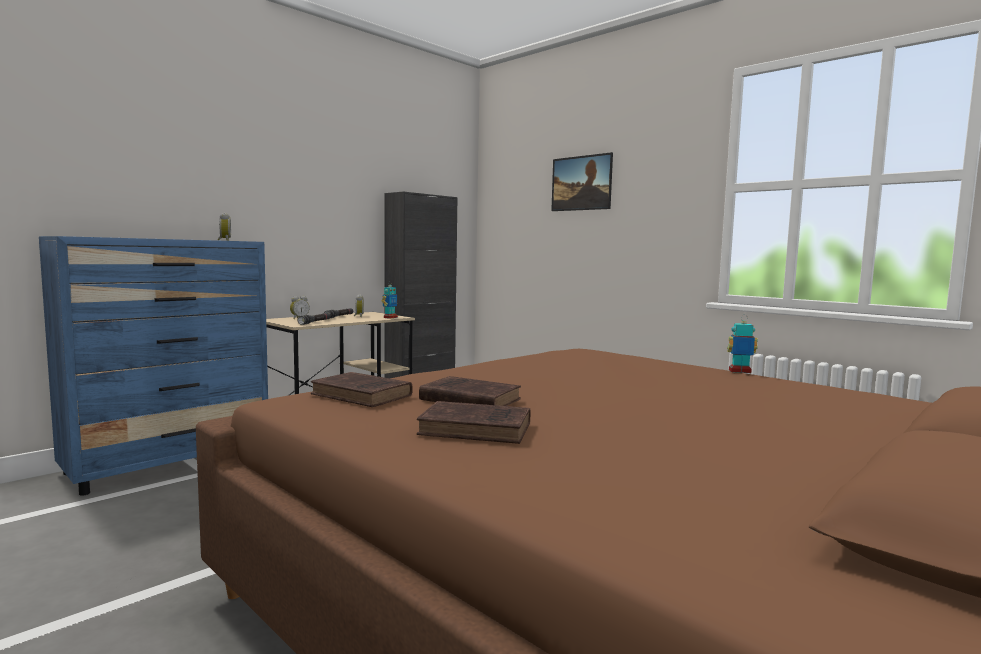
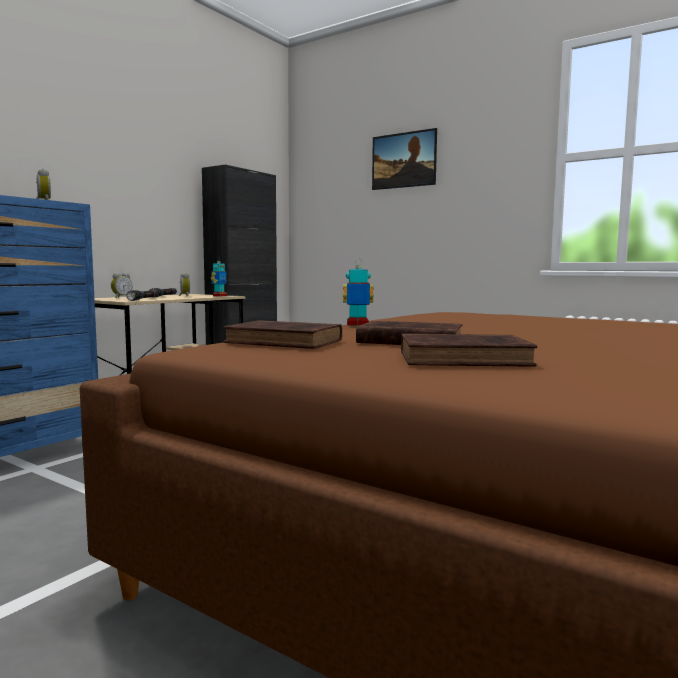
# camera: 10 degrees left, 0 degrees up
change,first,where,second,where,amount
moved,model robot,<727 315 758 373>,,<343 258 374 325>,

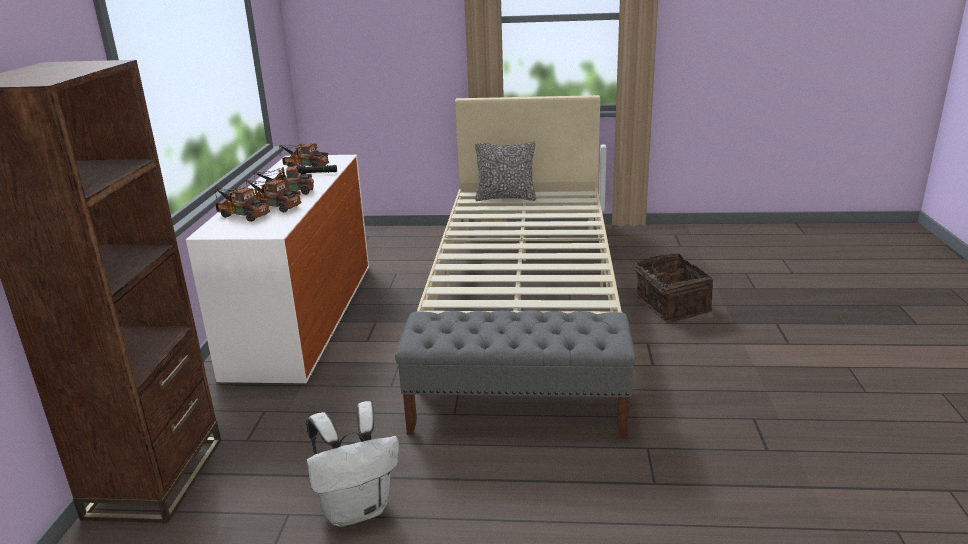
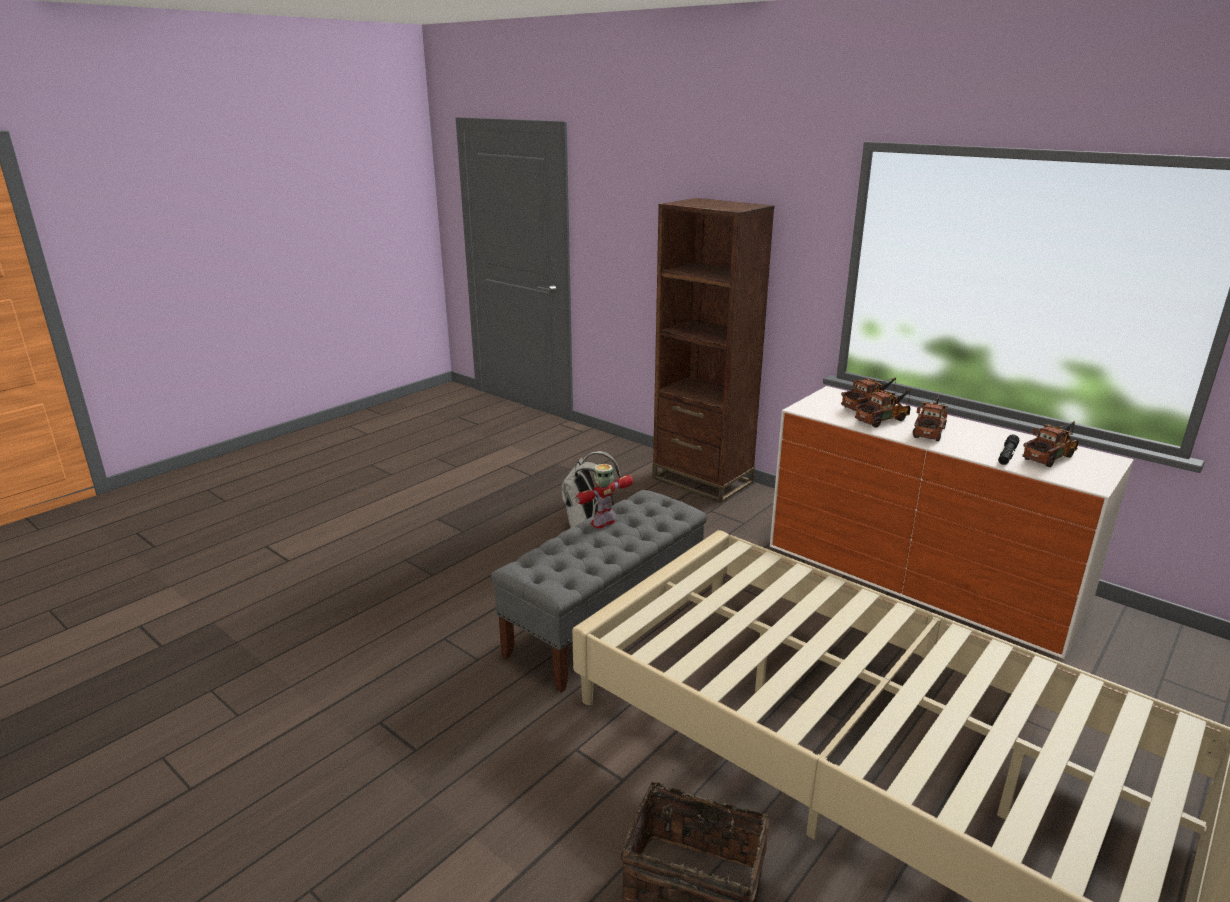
# camera: 125 degrees right, 0 degrees up
change,first,where,second,where,amount
removed,throw pillow,<475 142 536 201>,,,
added,,,model robot,<575 464 633 528>,

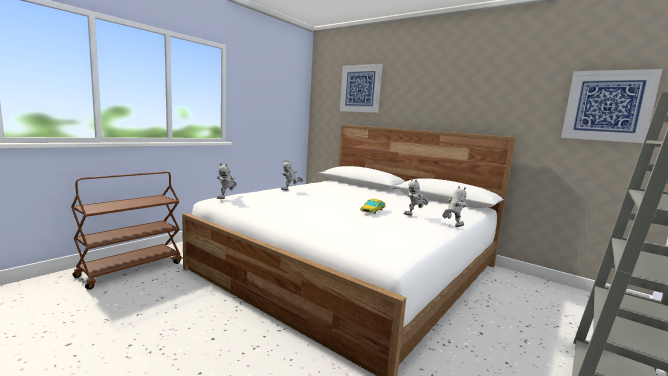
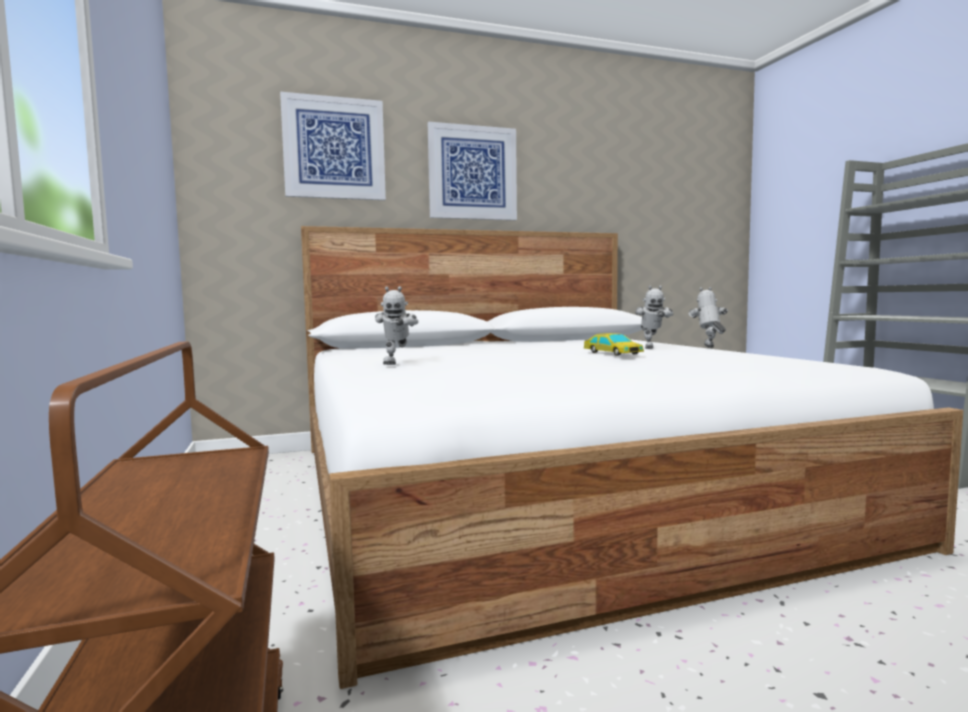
# camera: 55 degrees left, 5 degrees down
change,first,where,second,where,amount
moved,picture,<561 69 663 143>,,<428 122 517 220>,
removed,model robot,<217 163 237 199>,,,

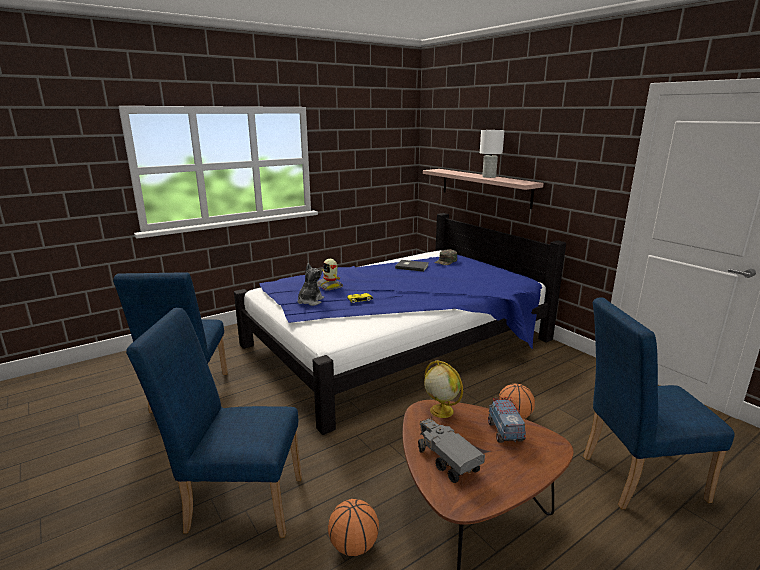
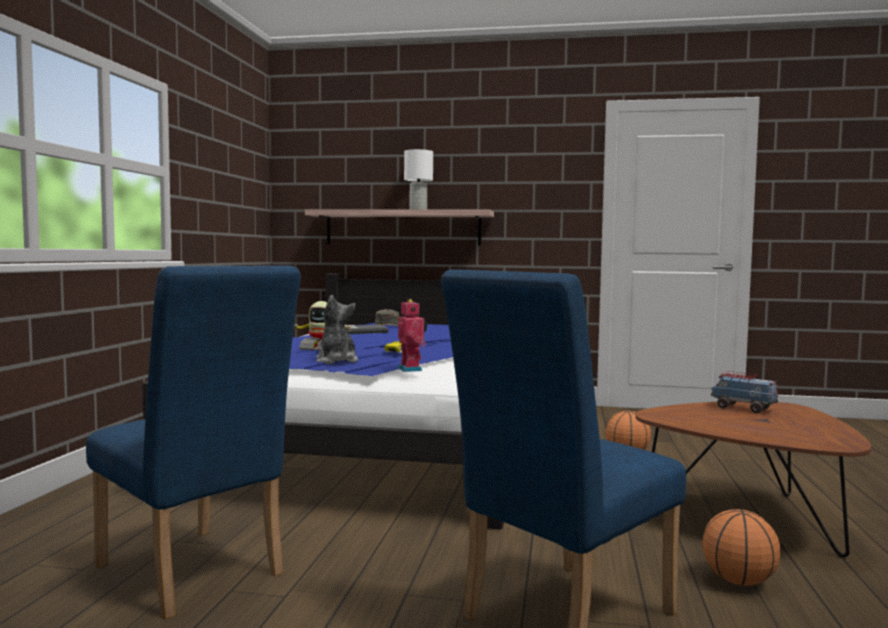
# camera: 45 degrees left, 15 degrees down
change,first,where,second,where,amount
removed,blue chair,<583 297 735 509>,,,
removed,world globe,<424 360 463 418>,,,
removed,toy lorry,<418 417 485 483>,,,
added,,,model robot,<398 299 427 372>,

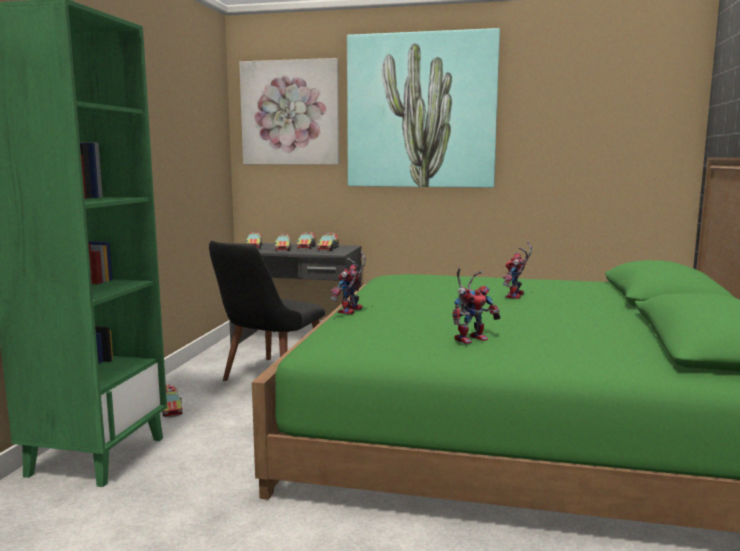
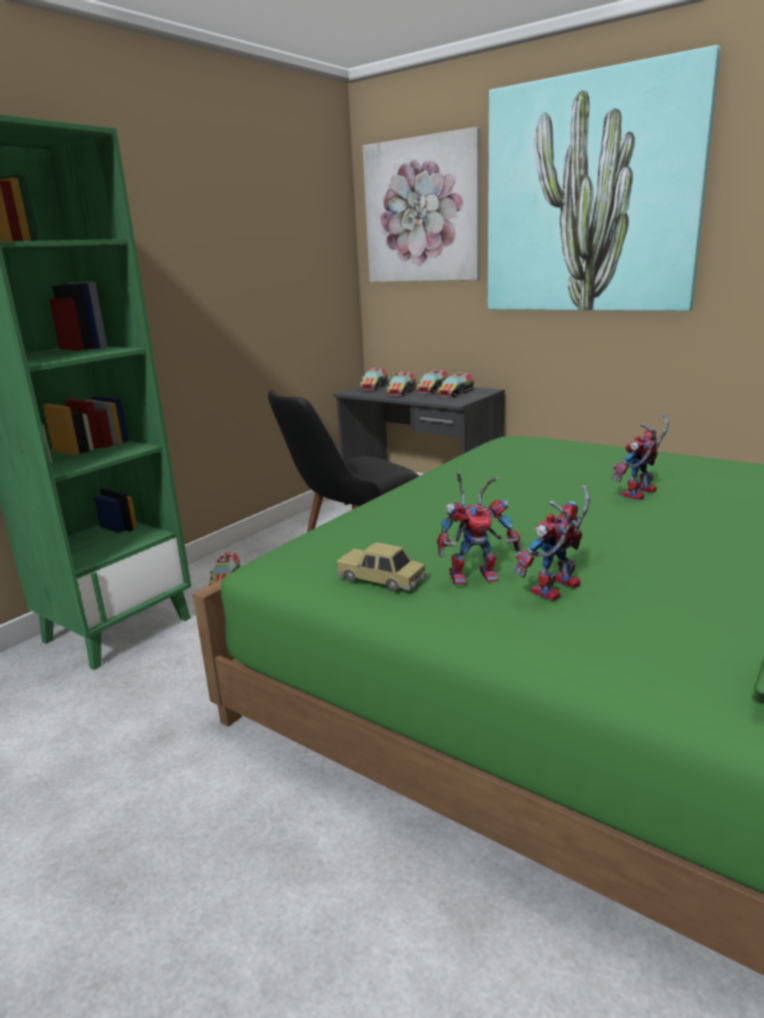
# camera: 25 degrees right, 10 degrees up
change,first,where,second,where,amount
moved,model robot,<330 252 366 314>,,<513 485 590 601>,
added,,,toy car,<336 542 426 591>,

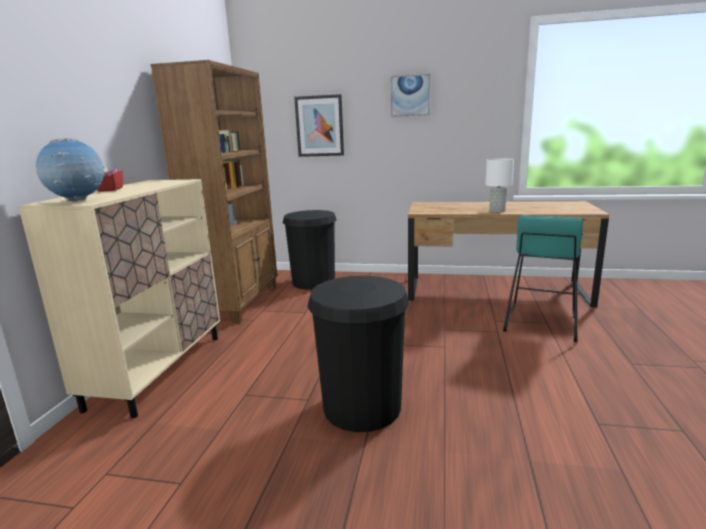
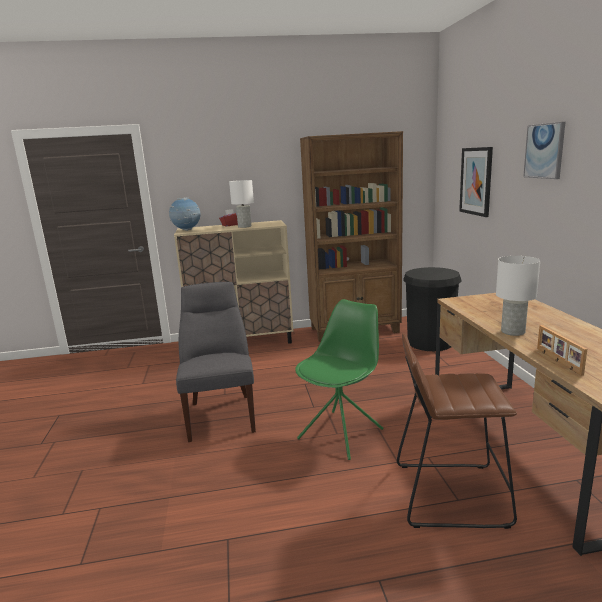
# camera: 70 degrees right, 0 degrees up
change,first,where,second,where,amount
recoloured,blue-green stool,<503 215 583 342>,brown-coloured stool,<397 333 517 529>,
replaced,black-coloured waste bin,<307 276 410 432>,grey chair,<176 282 256 442>,
added,,,white-coloured tabletop lamp,<229 180 254 228>,
added,,,green chair,<295 299 383 460>,
added,,,standing frame,<537 325 587 376>,

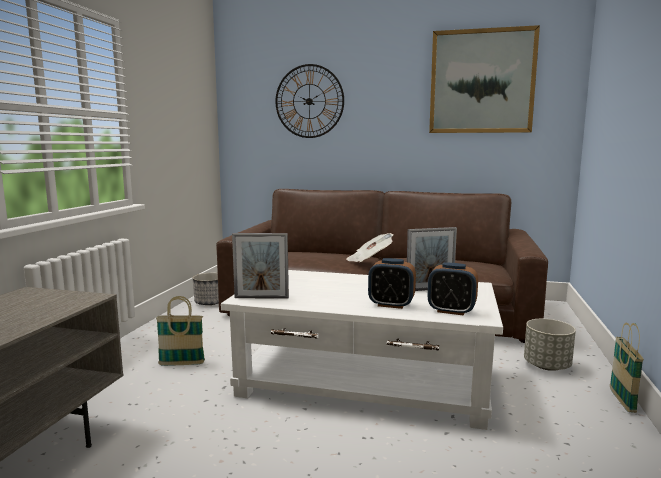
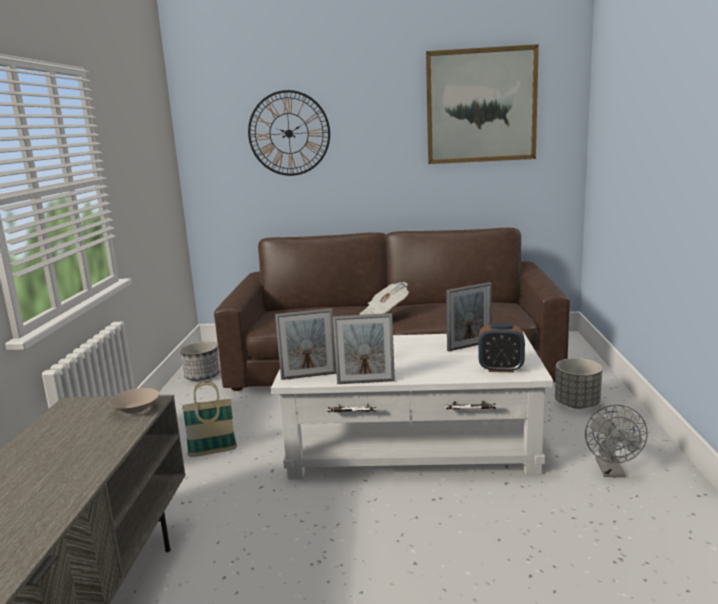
# camera: 10 degrees left, 5 degrees up
change,first,where,second,where,amount
removed,bedside clock,<368 258 416 309>,,,
removed,storage basket,<610 323 644 413>,,,
added,,,standing frame,<333 313 395 384>,
added,,,beige bowl,<109 388 159 414>,
added,,,grey electric fan,<585 405 648 477>,

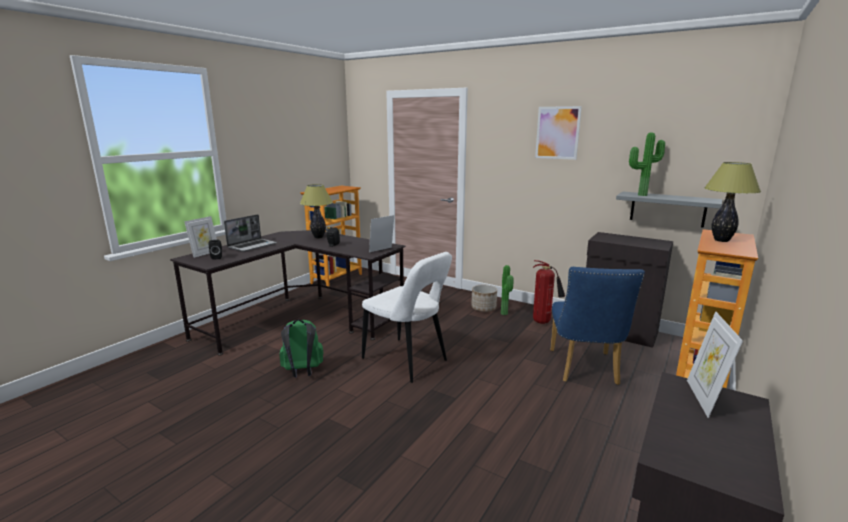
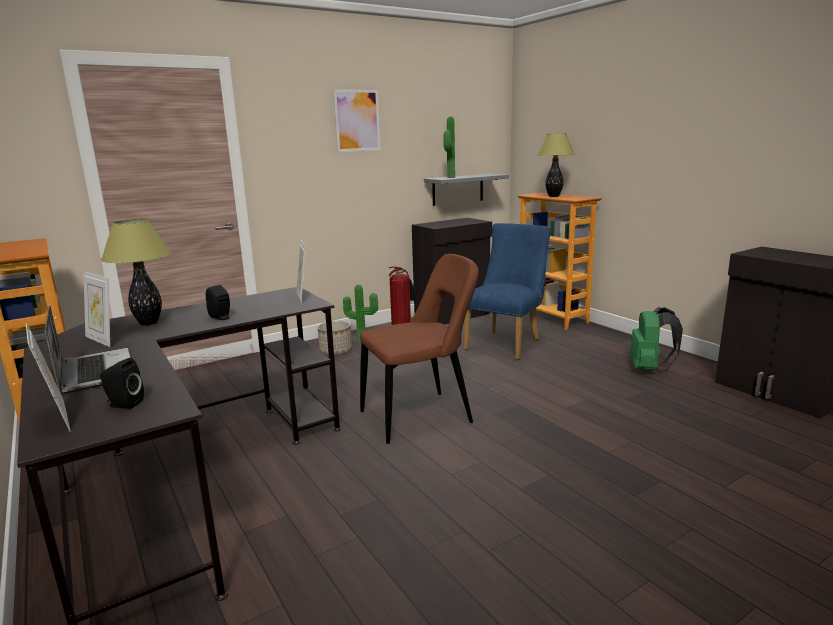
# camera: 65 degrees left, 0 degrees up
change,first,where,second,where,amount
recoloured,white-coloured chair,<362 252 452 383>,brown-coloured chair,<360 254 479 444>,
turned,blue chair,<550 267 645 385>,,<464 223 551 360>,90 degrees counterclockwise
moved,standing frame,<687 311 743 418>,,<84 271 110 347>,
moved,green knapsack,<279 320 324 377>,,<629 307 683 372>,

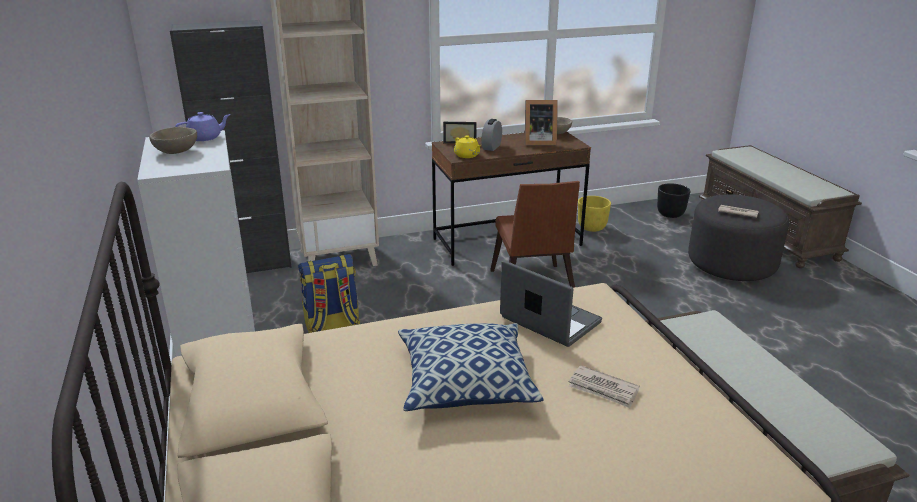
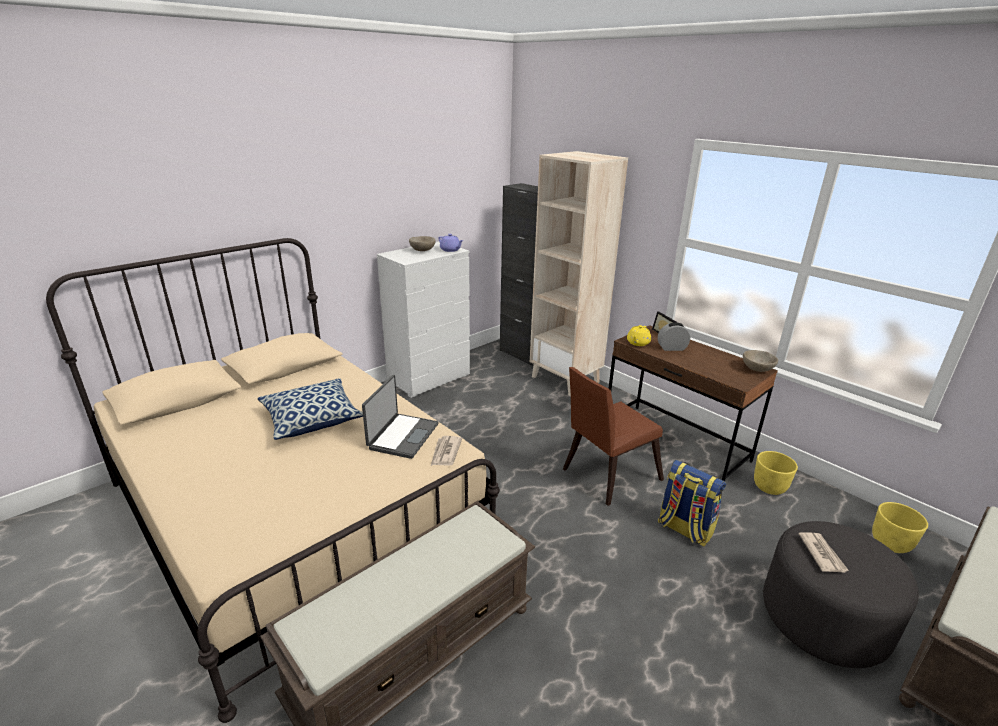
# camera: 65 degrees right, 0 degrees up
change,first,where,second,where,amount
removed,standing frame,<524 100 557 145>,,,
recoloured,black-coloured plant pot,<657 183 691 218>,yellowish plant pot,<872 502 928 553>,
moved,knapsack,<298 254 360 333>,,<658 460 726 547>,
moved,newspaper,<569 365 640 408>,,<431 436 462 466>,

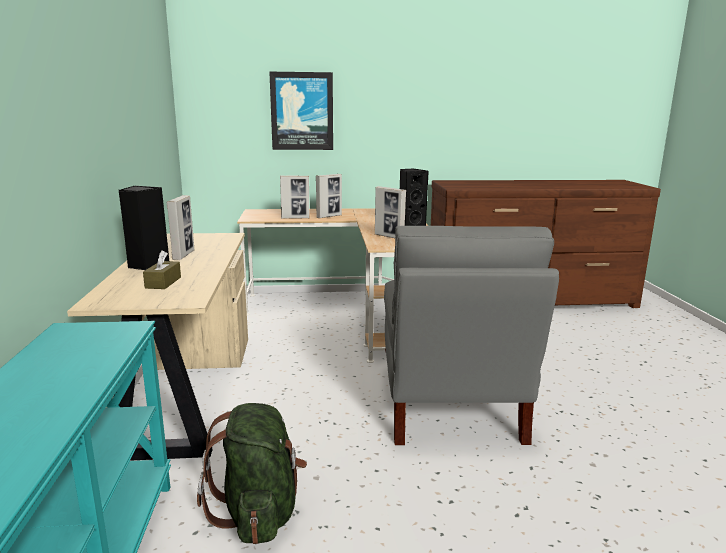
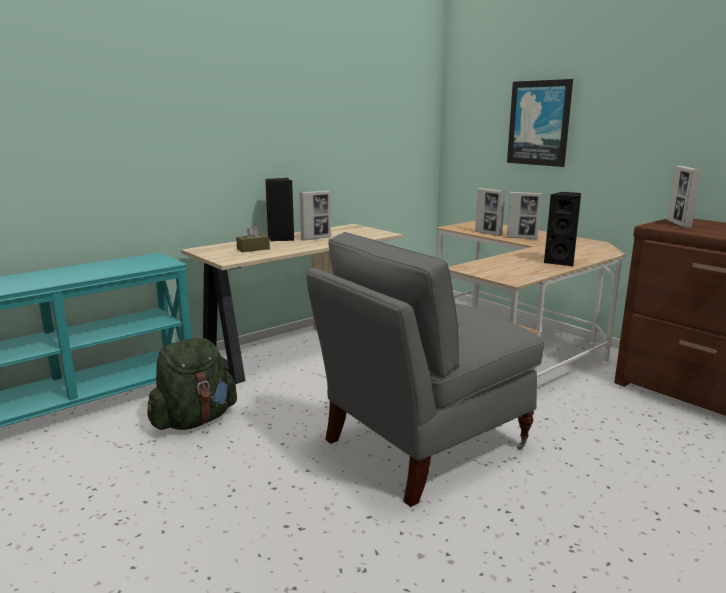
# camera: 55 degrees right, 0 degrees up
change,first,where,second,where,amount
moved,standing frame,<375 186 406 238>,,<667 166 702 228>,

